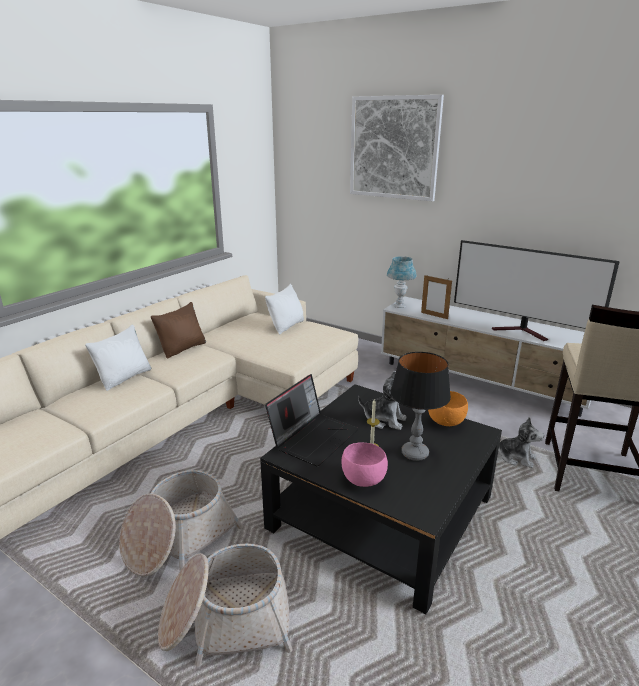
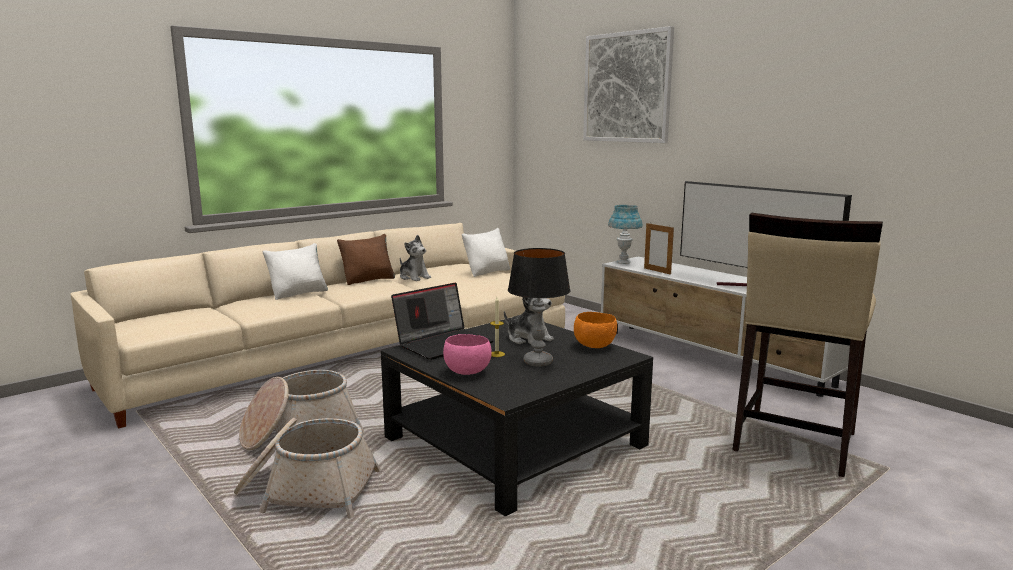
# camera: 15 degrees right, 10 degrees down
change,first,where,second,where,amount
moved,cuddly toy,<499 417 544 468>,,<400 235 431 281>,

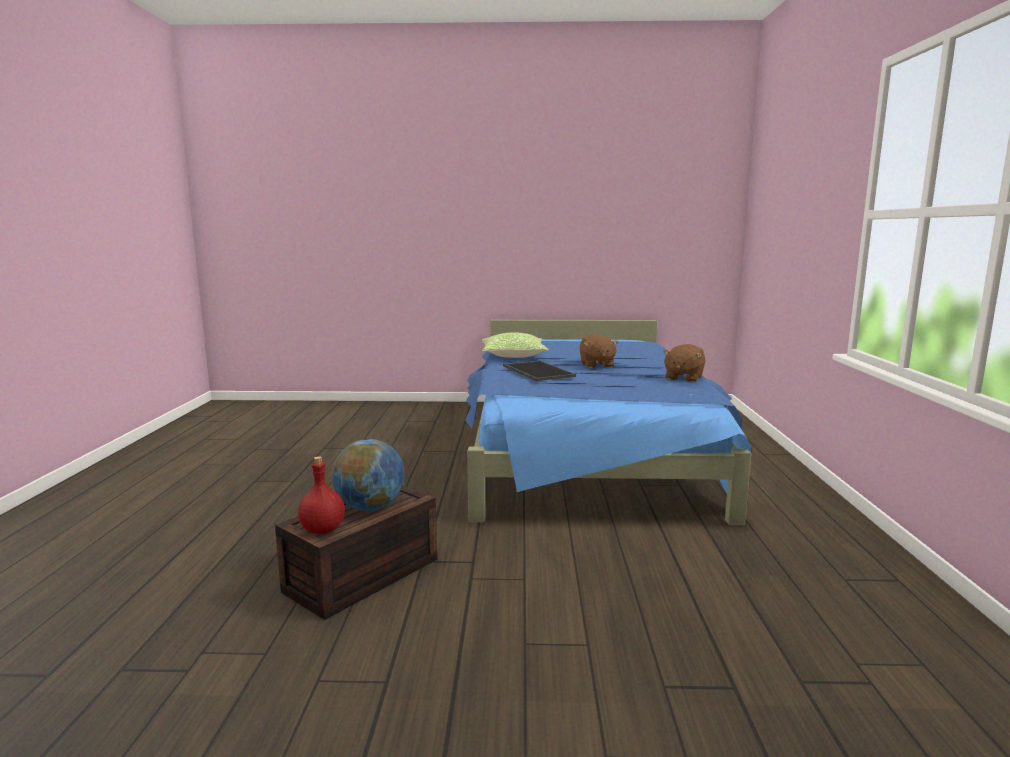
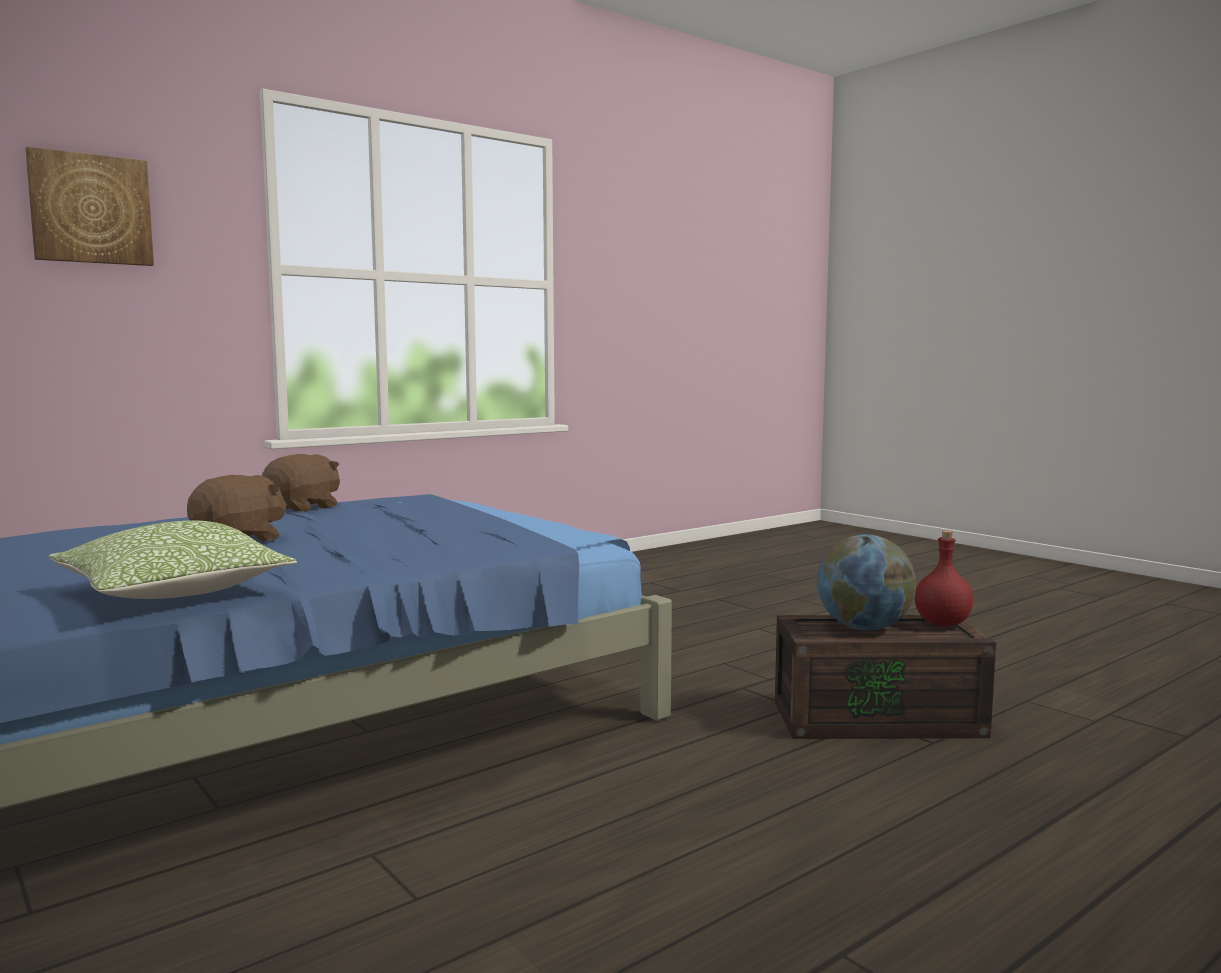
# camera: 130 degrees left, 5 degrees down
change,first,where,second,where,amount
turned,brown-coloured cuddly toy,<663 344 706 382>,,<262 454 340 512>,45 degrees counterclockwise
removed,tray,<503 361 576 381>,,,
added,,,picture,<25 147 154 266>,

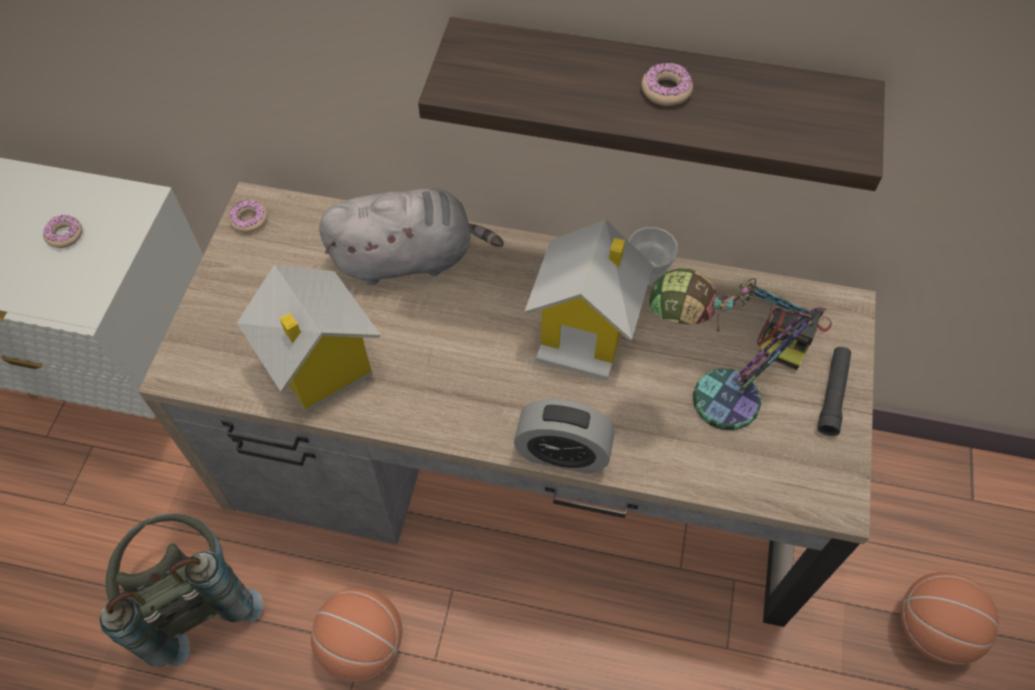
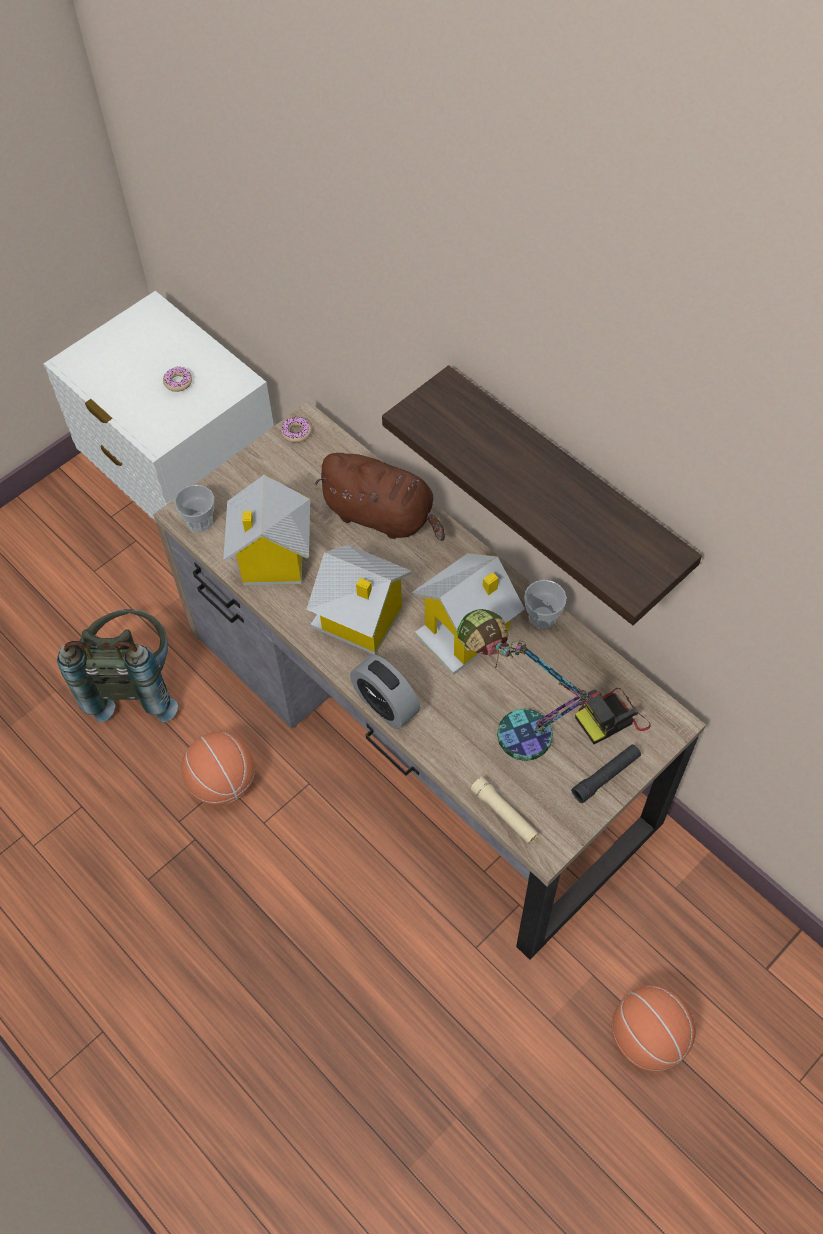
# camera: 35 degrees right, 0 degrees up
change,first,where,second,where,amount
removed,ring doughnut,<642 63 693 106>,,,
recoloured,grey cuddly toy,<319 188 504 285>,brown-coloured cuddly toy,<315 453 445 541>,
added,,,cup,<174 485 214 532>,
added,,,model house,<306 545 412 655>,
added,,,beige flashlight,<471 777 539 844>,

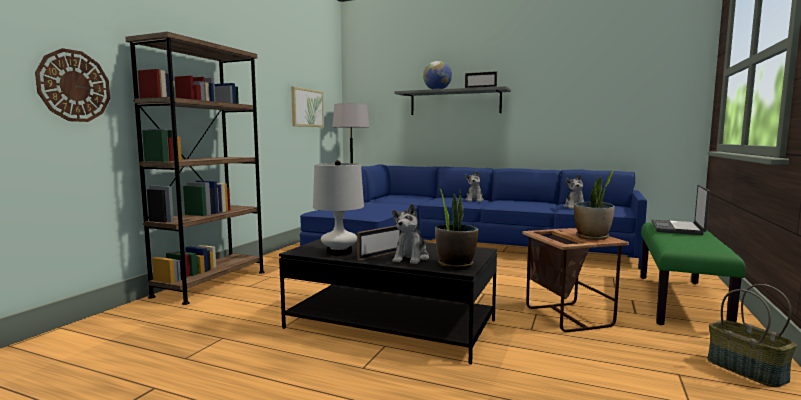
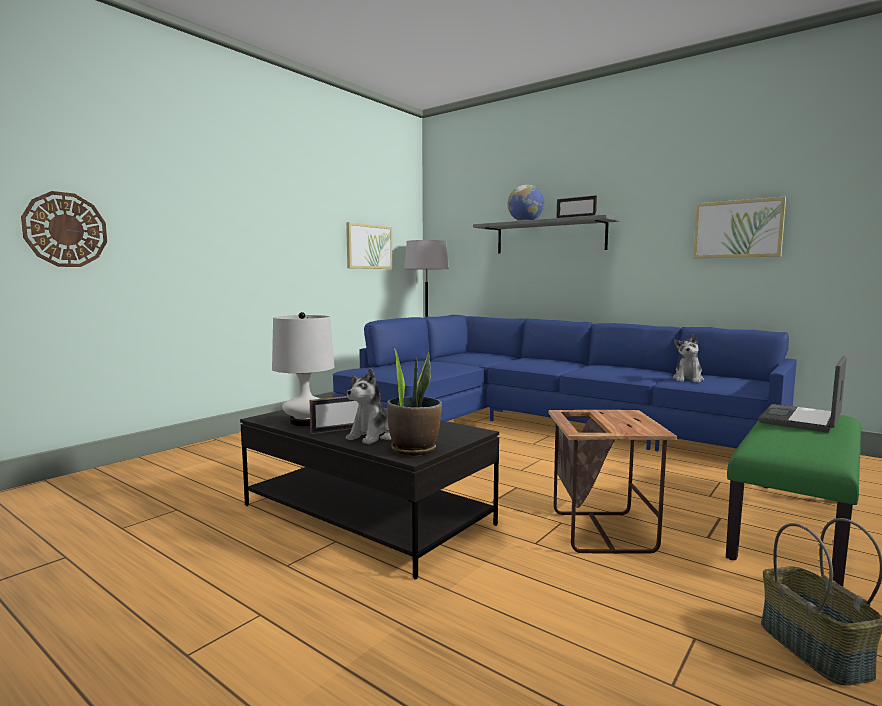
# camera: 15 degrees right, 0 degrees up
change,first,where,second,where,amount
removed,brown-coloured bookshelf,<125 32 265 305>,,,
removed,plant in a pot,<574 168 616 240>,,,
removed,cuddly toy,<465 171 484 202>,,,
added,,,picture,<693 197 786 259>,

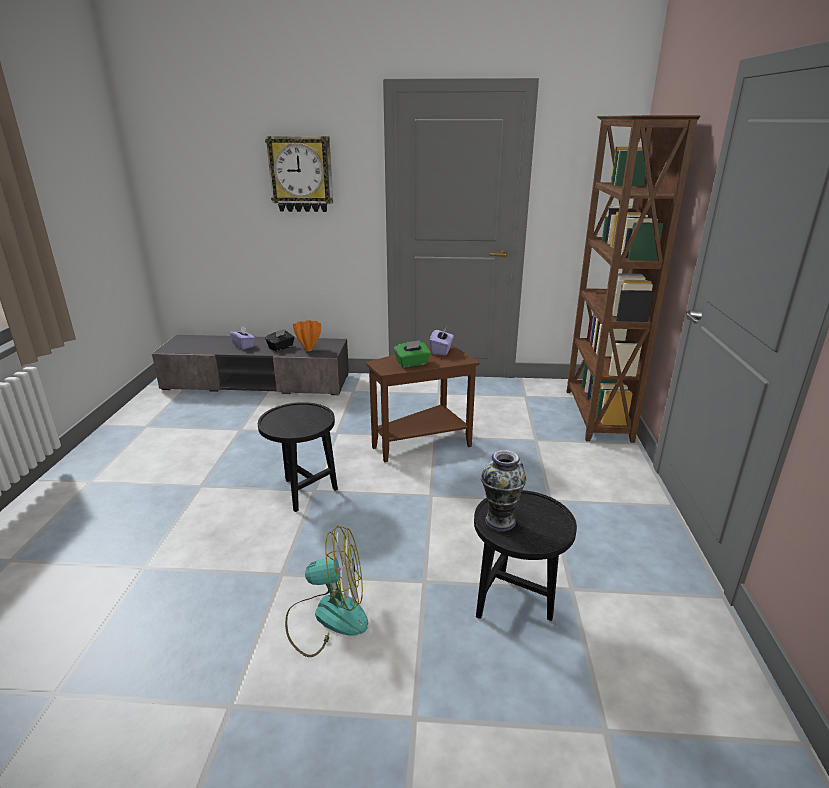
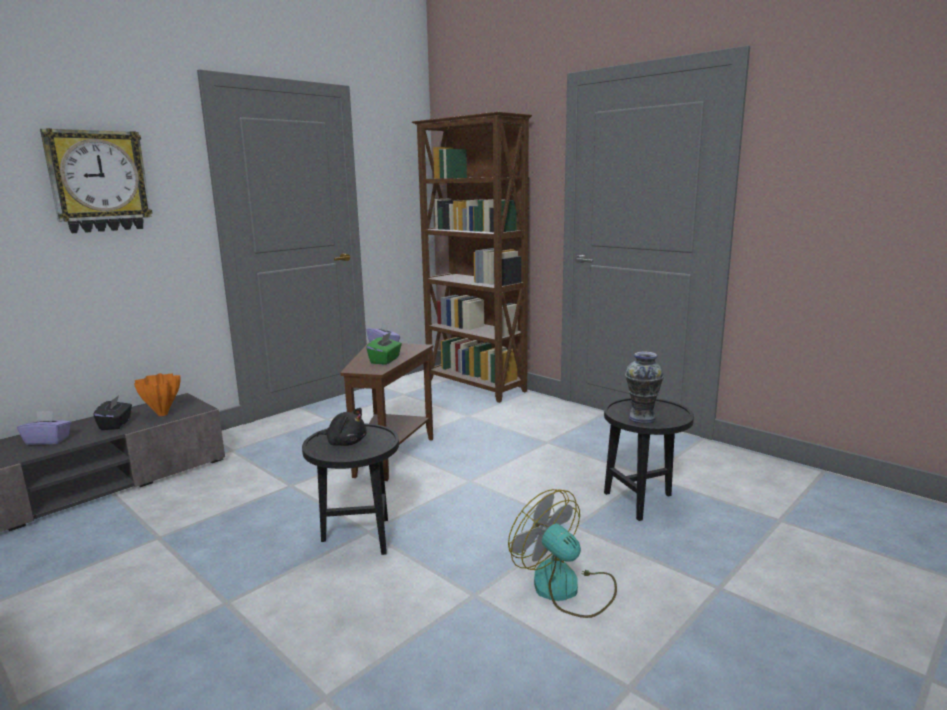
# camera: 50 degrees left, 10 degrees down
change,first,where,second,where,amount
turned,electric fan,<285 526 368 657>,,<508 489 617 618>,75 degrees counterclockwise
added,,,black-coloured cuddly toy,<316 408 367 446>,

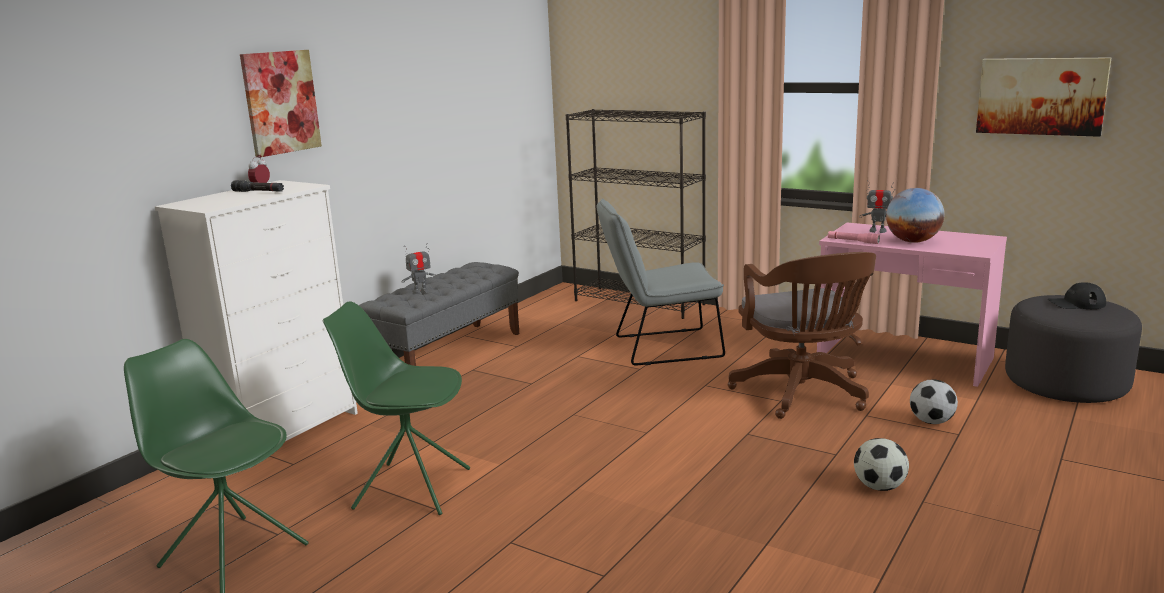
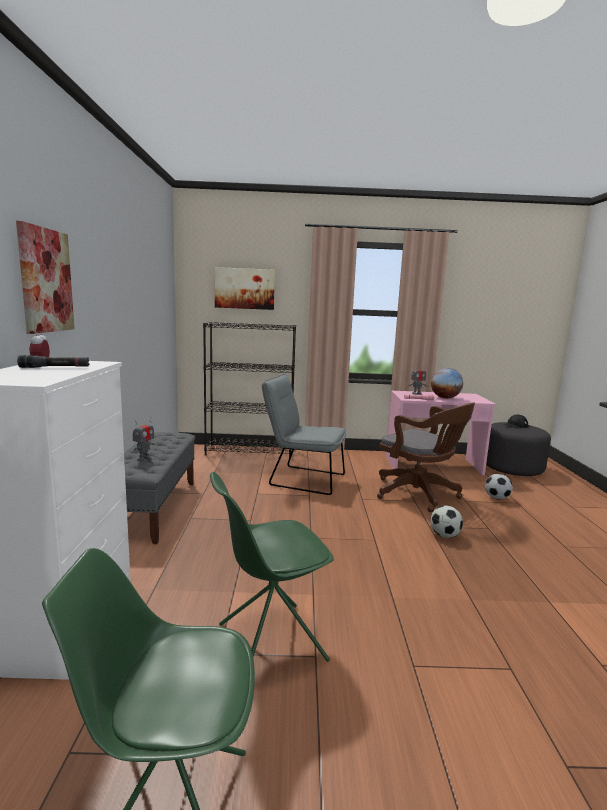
# camera: 35 degrees left, 5 degrees down
change,first,where,second,where,amount
moved,picture,<976 57 1111 137>,,<215 267 275 310>,
turned,grey chair,<597 199 725 365>,,<262 374 347 495>,60 degrees clockwise
moved,football,<854 438 909 491>,,<430 506 463 538>,

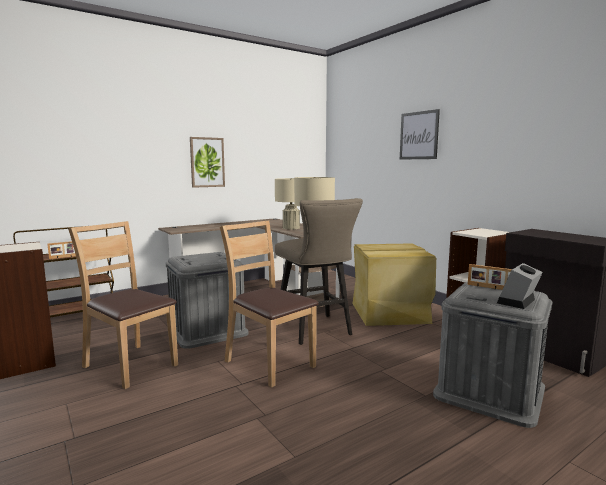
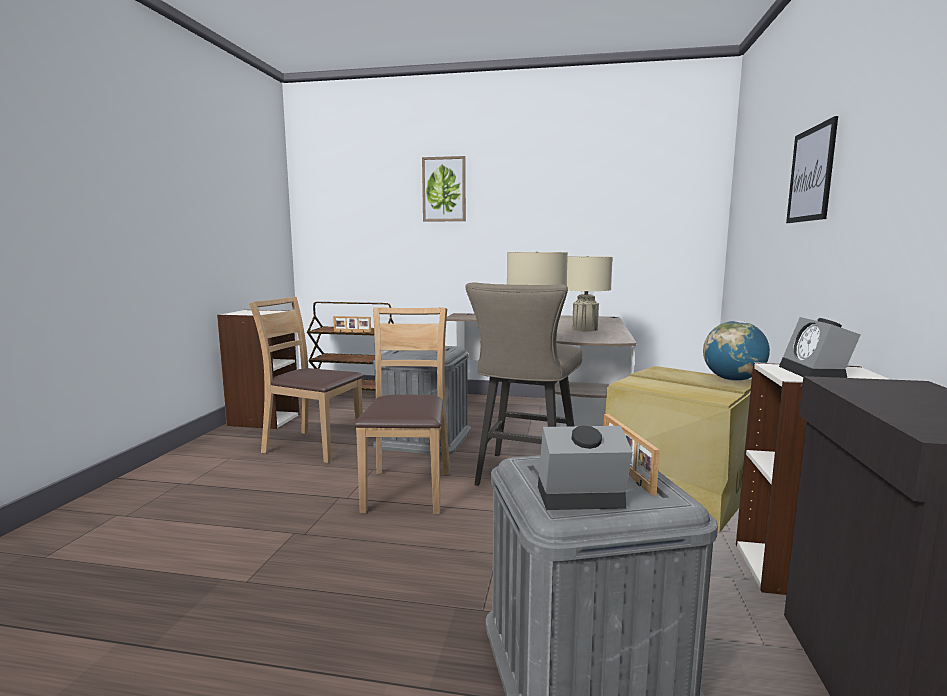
# camera: 45 degrees right, 0 degrees up
change,first,where,second,where,amount
moved,picture,<190 137 225 188>,,<422 156 466 222>,
turned,brown-coloured chair,<68 221 178 389>,,<249 297 364 463>,60 degrees counterclockwise
added,,,bedside clock,<779 317 861 378>,
added,,,world globe,<703 321 770 381>,

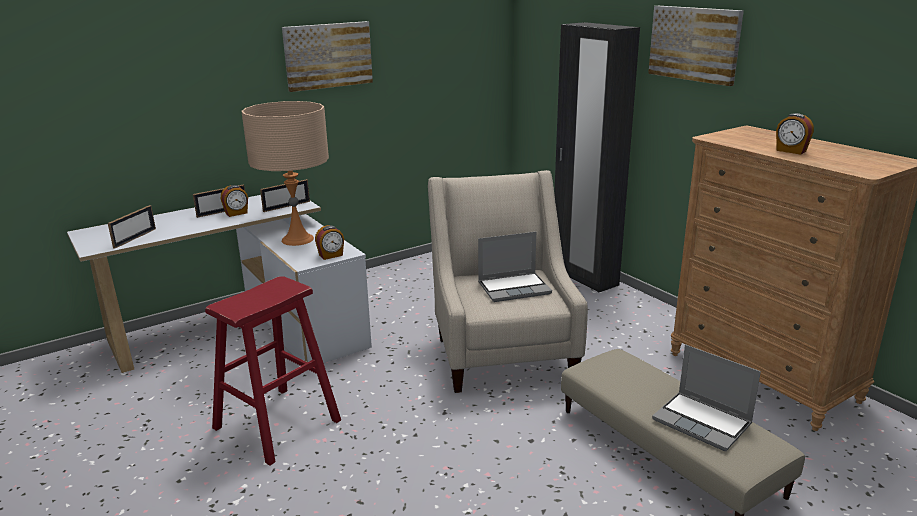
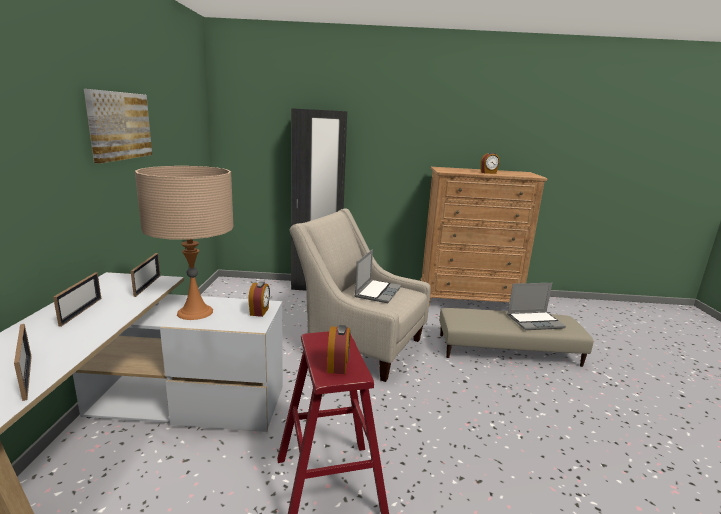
# camera: 55 degrees left, 5 degrees down
change,first,where,second,where,amount
removed,picture,<648 6 744 86>,,,
moved,bedside clock,<221 185 248 217>,,<327 325 350 374>,

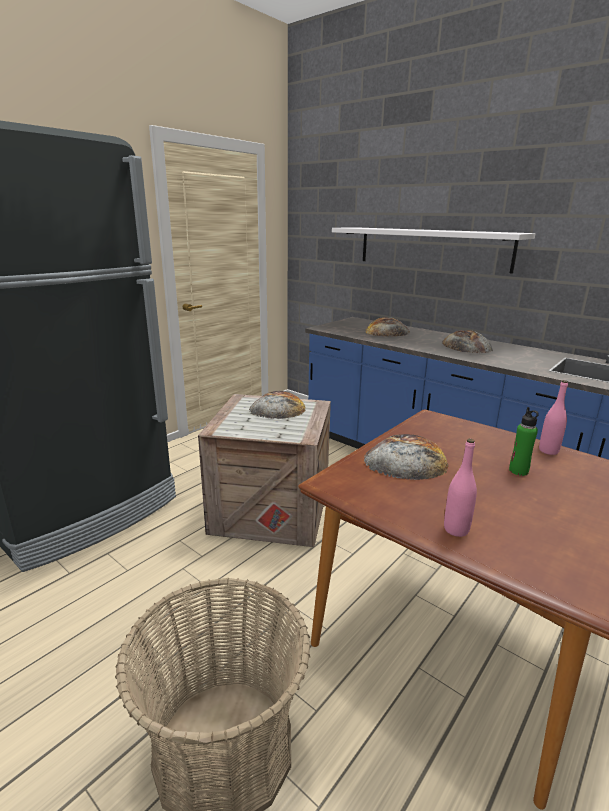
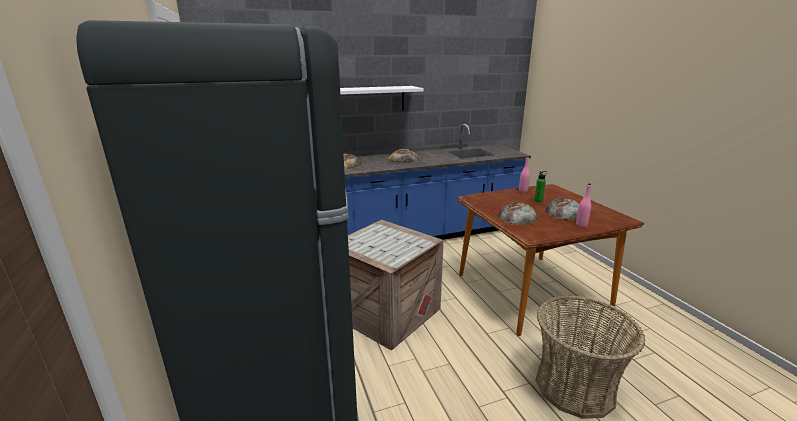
# camera: 60 degrees left, 0 degrees up
change,first,where,second,where,amount
moved,baked bread,<249 391 306 419>,,<545 198 579 220>,

